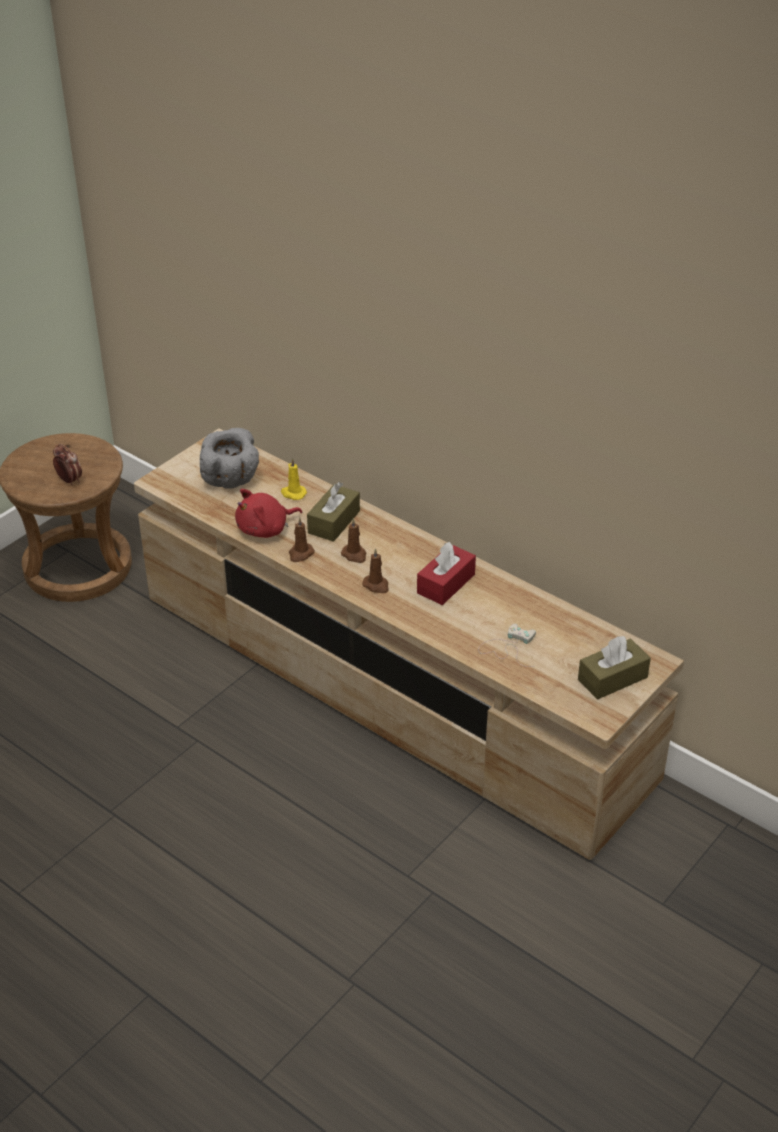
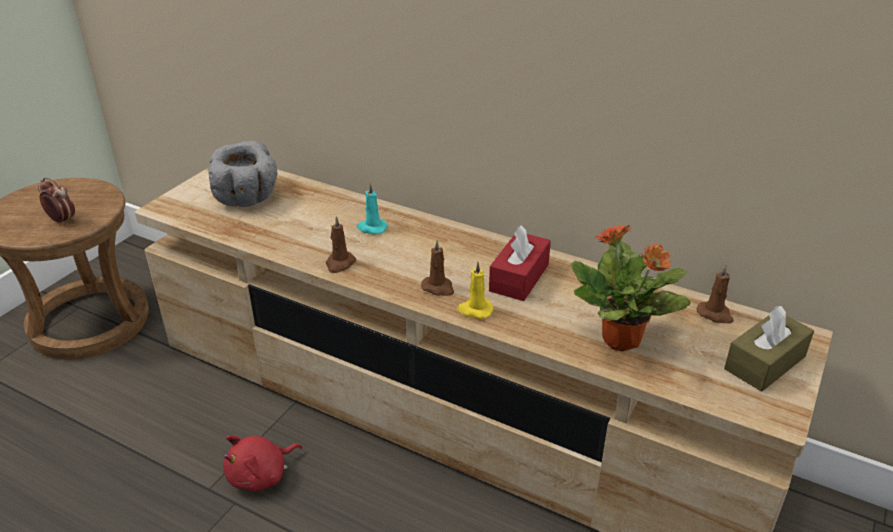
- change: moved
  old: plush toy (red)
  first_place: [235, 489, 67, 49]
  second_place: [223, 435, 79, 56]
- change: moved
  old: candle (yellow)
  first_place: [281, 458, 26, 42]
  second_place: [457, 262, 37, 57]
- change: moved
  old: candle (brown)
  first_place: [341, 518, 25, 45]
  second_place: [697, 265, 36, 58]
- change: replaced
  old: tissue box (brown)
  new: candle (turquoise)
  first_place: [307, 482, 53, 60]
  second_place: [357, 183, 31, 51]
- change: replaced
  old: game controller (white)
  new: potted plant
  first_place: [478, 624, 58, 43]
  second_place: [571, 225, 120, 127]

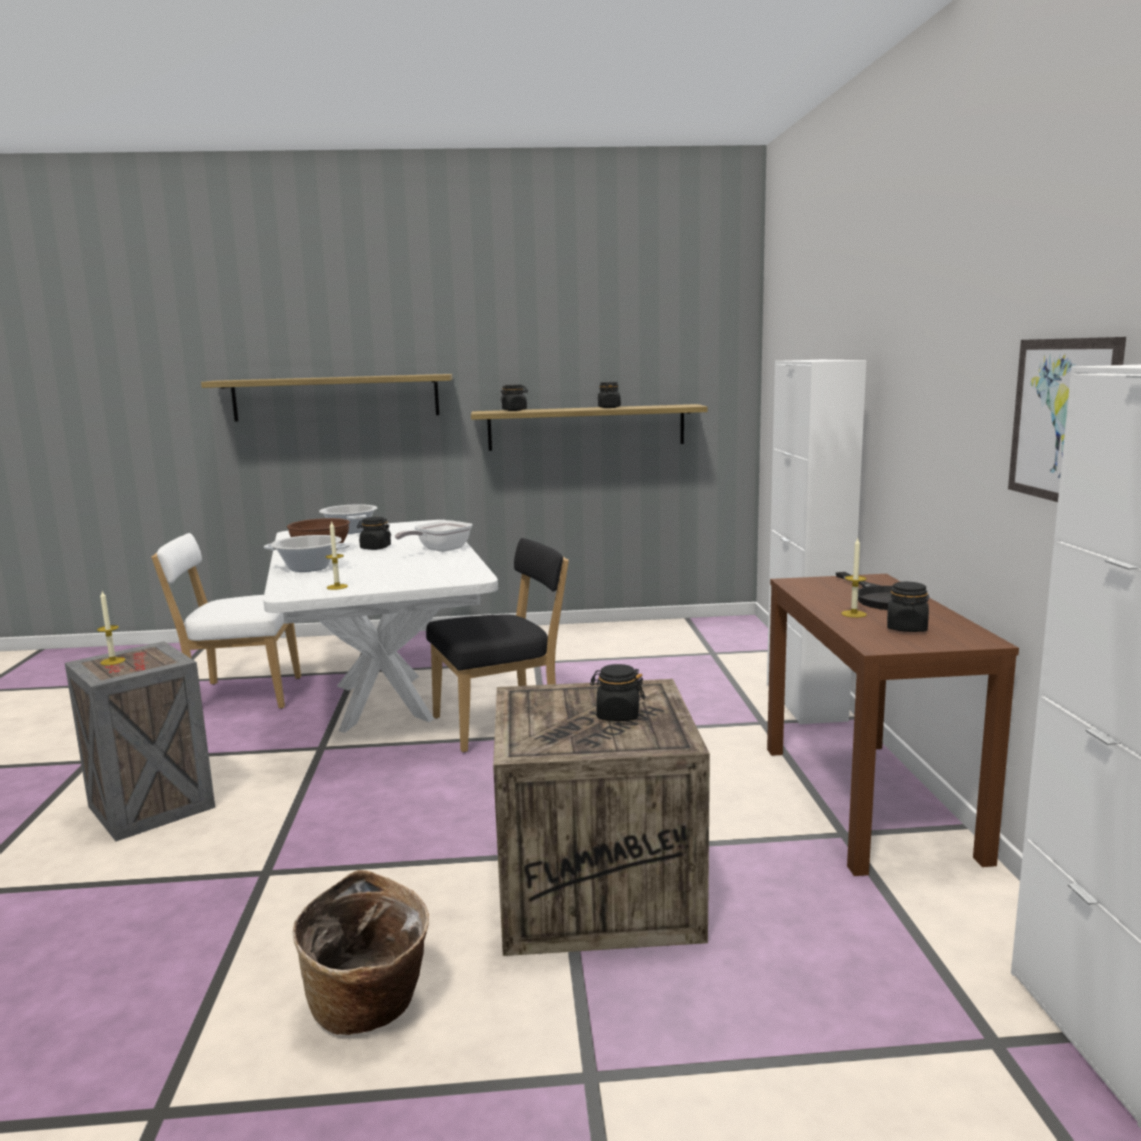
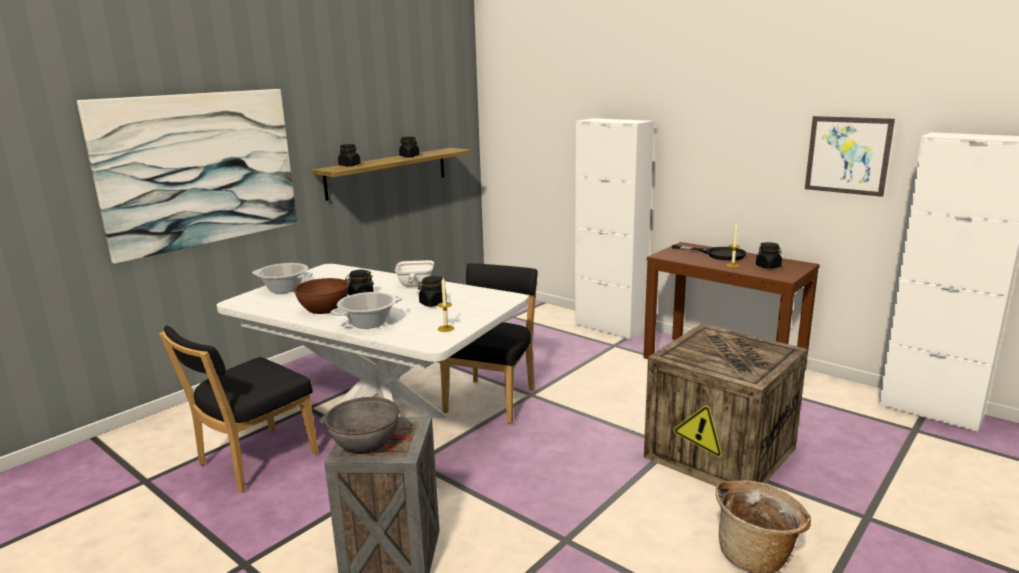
- change: moved
  old: jar (black)
  first_place: [590, 664, 55, 57]
  second_place: [418, 276, 29, 31]
- change: replaced
  old: candle
  new: bowl (grey)
  first_place: [97, 591, 28, 74]
  second_place: [324, 397, 76, 57]
- change: replaced
  old: shelf
  new: picture
  first_place: [201, 374, 251, 48]
  second_place: [77, 89, 220, 175]
- change: recoloured
  old: chair (white)
  new: chair (black)
  first_place: [151, 533, 150, 176]
  second_place: [159, 325, 160, 167]

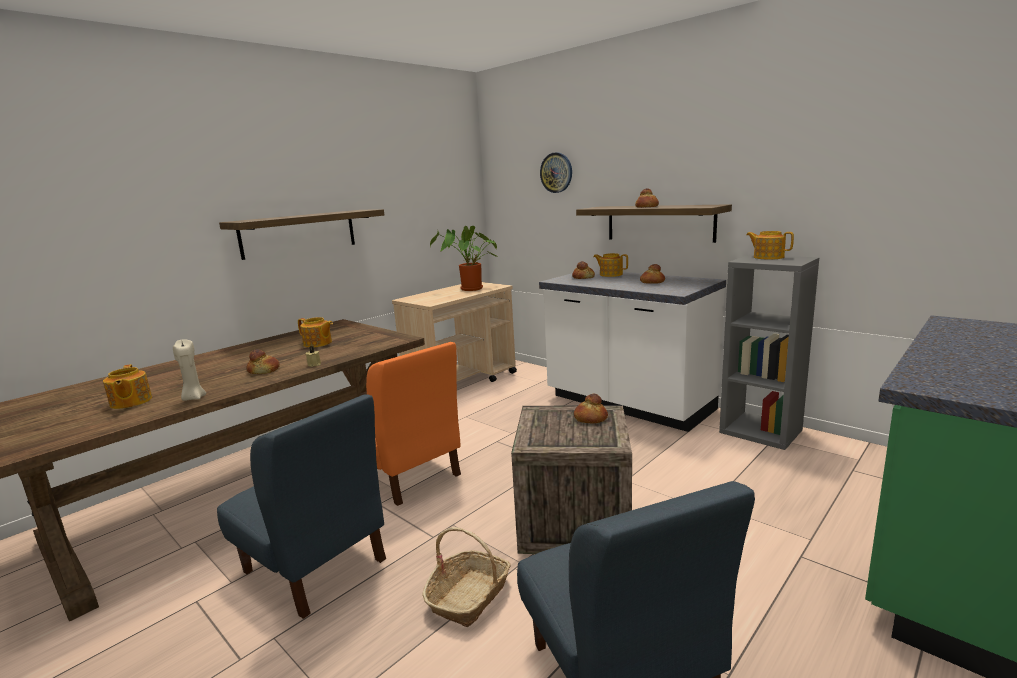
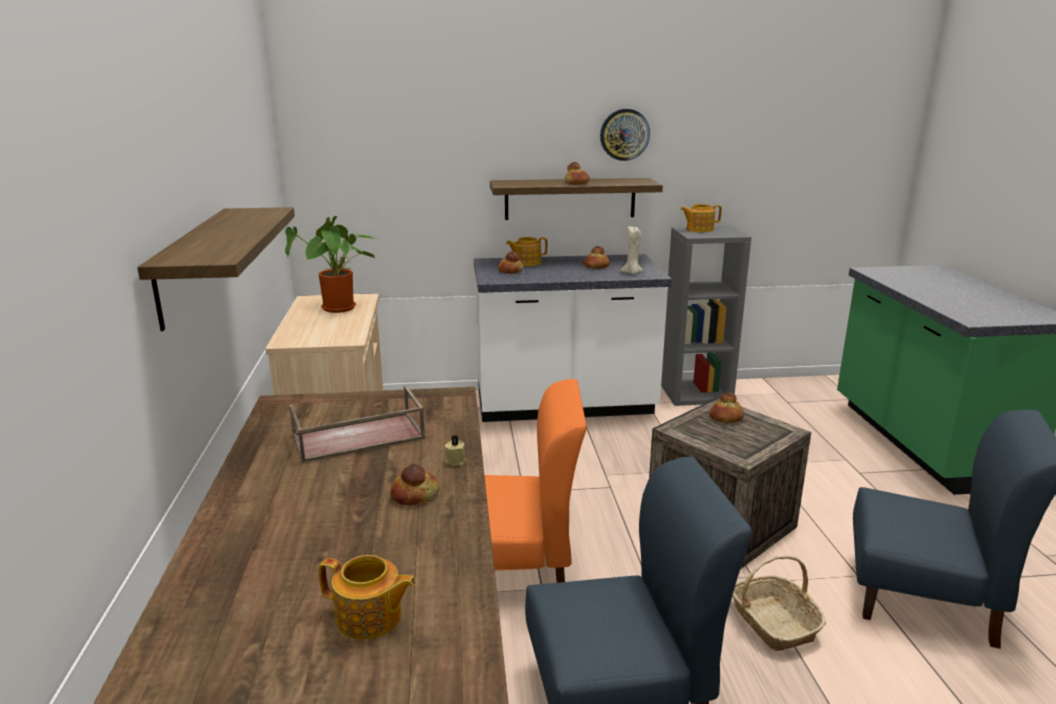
- change: moved
  old: candle (beige)
  first_place: [173, 340, 33, 61]
  second_place: [621, 226, 22, 48]
- change: moved
  old: wall clock
  first_place: [540, 153, 32, 40]
  second_place: [600, 109, 50, 52]
- change: replaced
  old: teapot
  new: tray (brown)
  first_place: [298, 317, 35, 31]
  second_place: [289, 385, 137, 78]

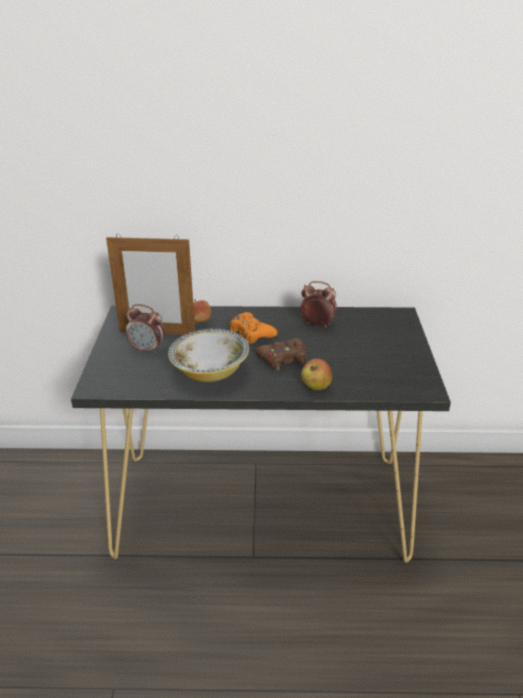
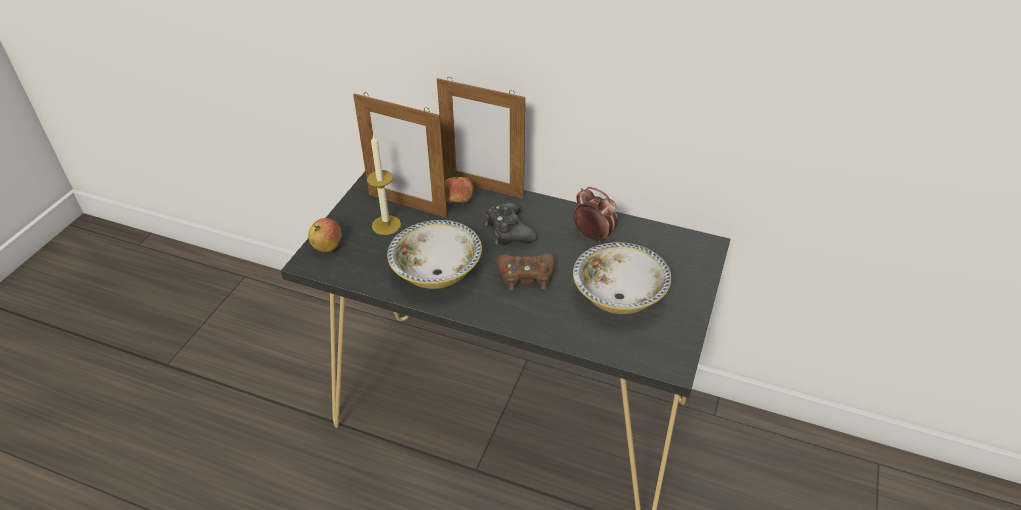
- change: added
  new: picture frame
  second_place: [437, 77, 88, 122]
- change: added
  new: bowl
  second_place: [573, 242, 98, 72]
- change: moved
  old: apple
  first_place: [301, 359, 31, 31]
  second_place: [308, 218, 34, 34]
- change: replaced
  old: alarm clock
  new: candle
  first_place: [125, 304, 40, 50]
  second_place: [367, 134, 34, 101]
- change: recoloured
  old: game controller (orange)
  new: game controller (black)
  first_place: [229, 312, 48, 32]
  second_place: [485, 203, 52, 42]

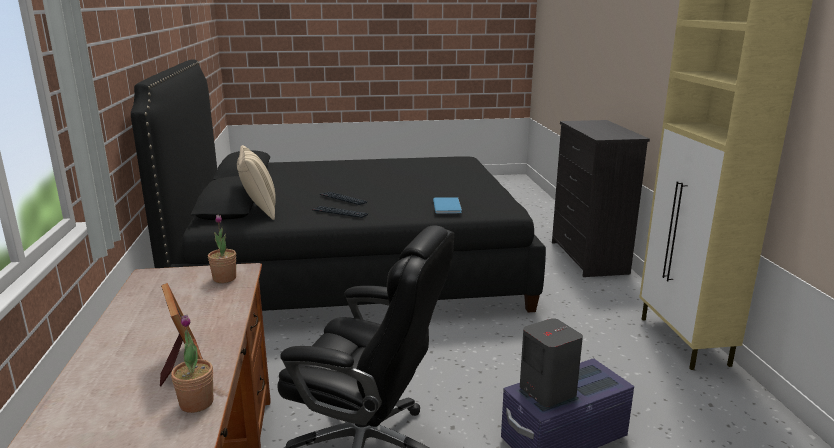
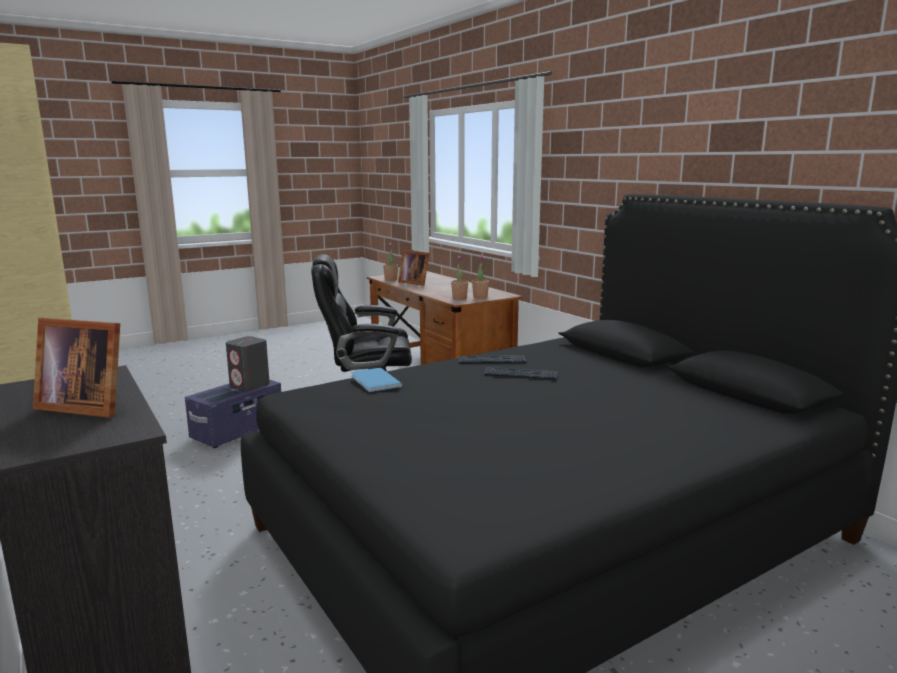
- change: removed
  old: pillow (beige)
  first_place: [237, 145, 39, 75]
- change: added
  new: picture frame
  second_place: [33, 318, 87, 100]
- change: added
  new: potted plant
  second_place: [472, 255, 17, 44]

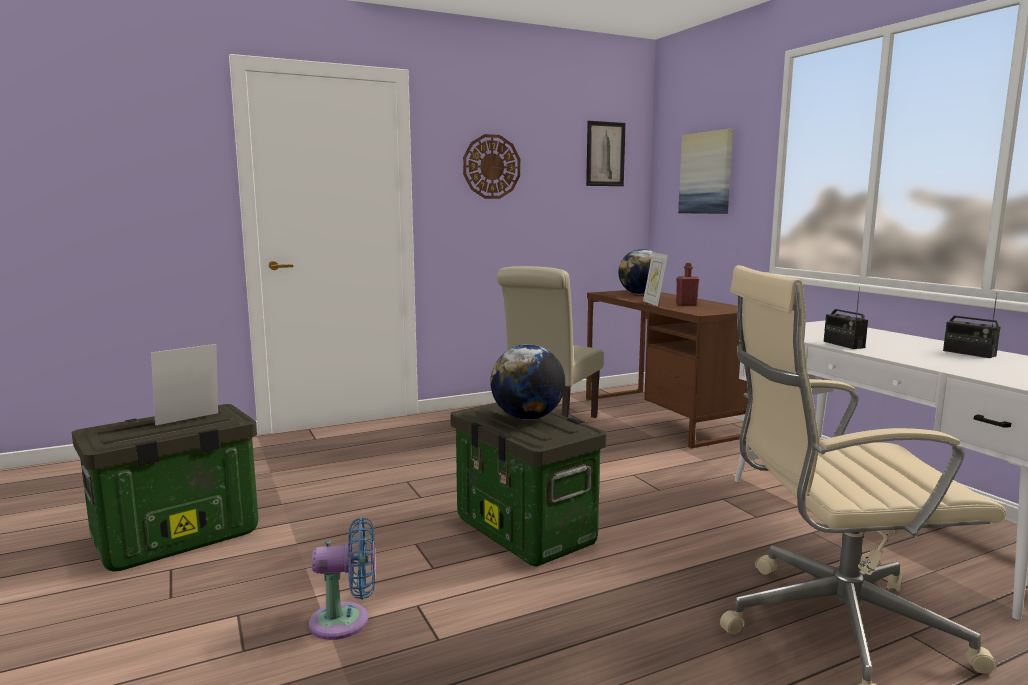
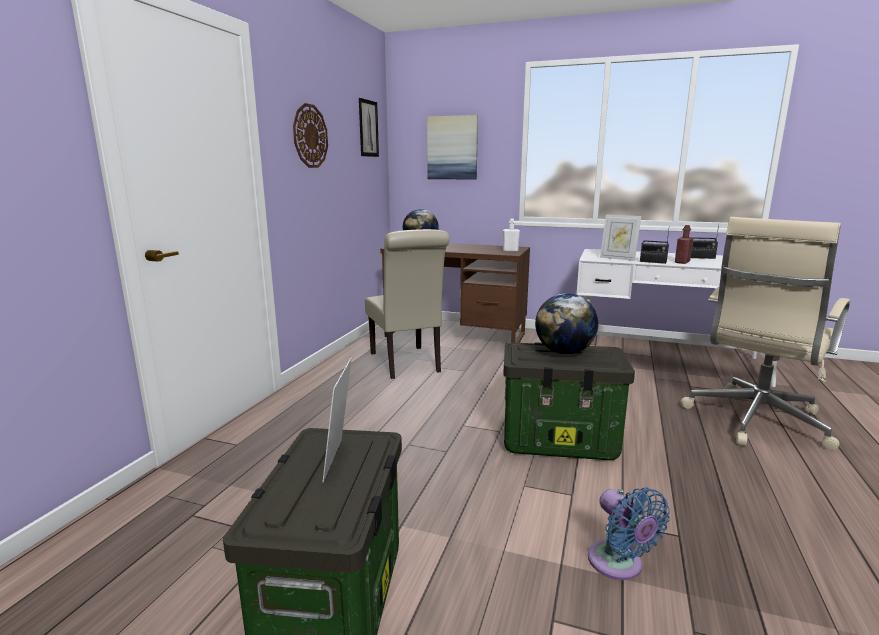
- change: added
  new: bottle (white)
  second_place: [503, 219, 17, 33]
- change: moved
  old: picture frame
  first_place: [643, 252, 25, 54]
  second_place: [600, 214, 41, 47]
- change: moved
  old: bottle (red)
  first_place: [676, 263, 23, 43]
  second_place: [675, 225, 18, 39]
- change: turned
  old: fan (blue)
  first_place: [309, 517, 66, 123]
  second_place: [588, 488, 82, 92]
  degrees: 120

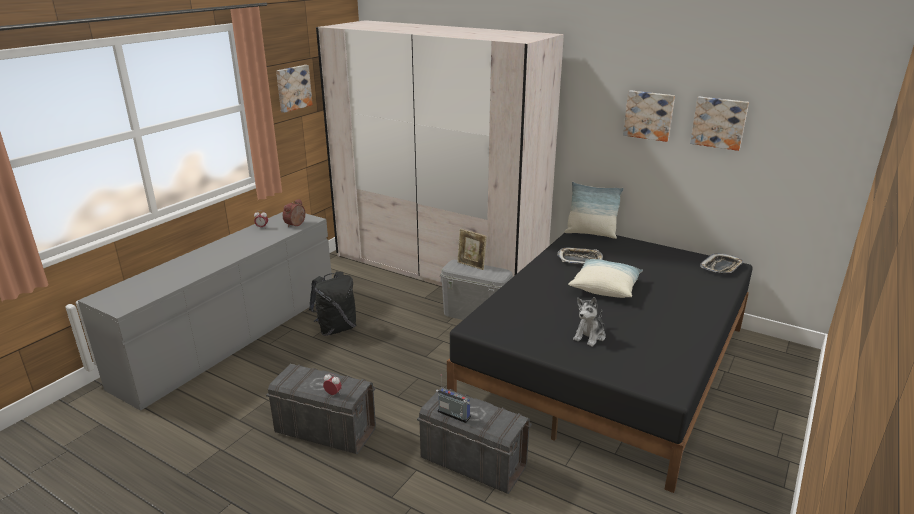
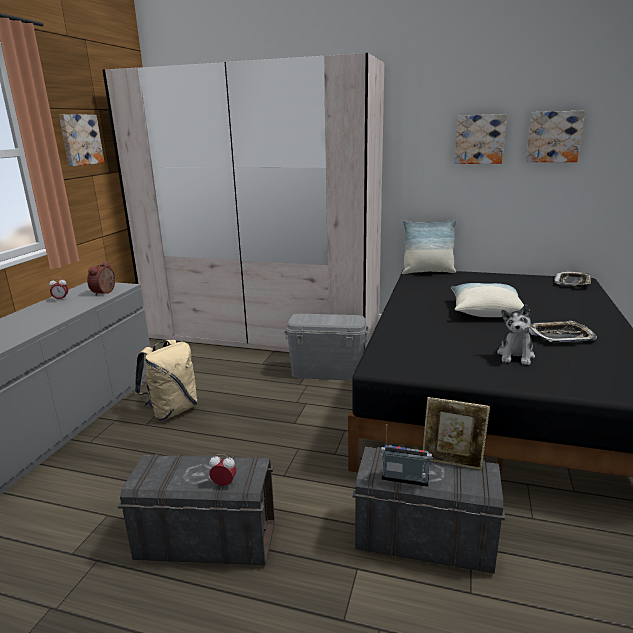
- change: moved
  old: picture frame
  first_place: [457, 229, 30, 41]
  second_place: [423, 397, 67, 73]
- change: moved
  old: tray
  first_place: [557, 247, 46, 17]
  second_place: [529, 321, 68, 21]
- change: recoloured
  old: backpack (black)
  new: backpack (beige)
  first_place: [309, 271, 47, 65]
  second_place: [135, 340, 63, 81]

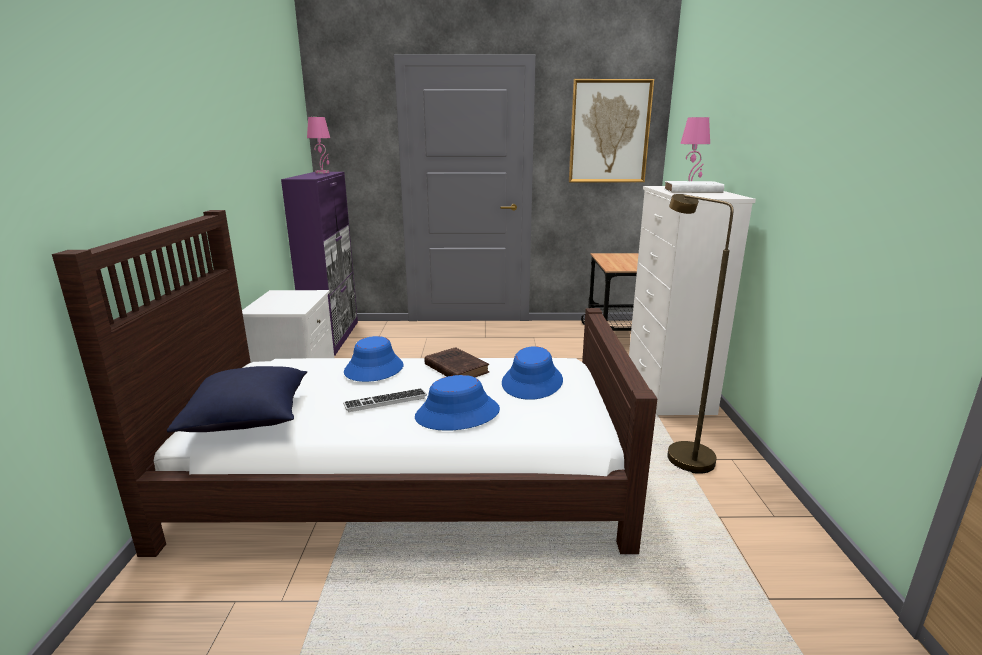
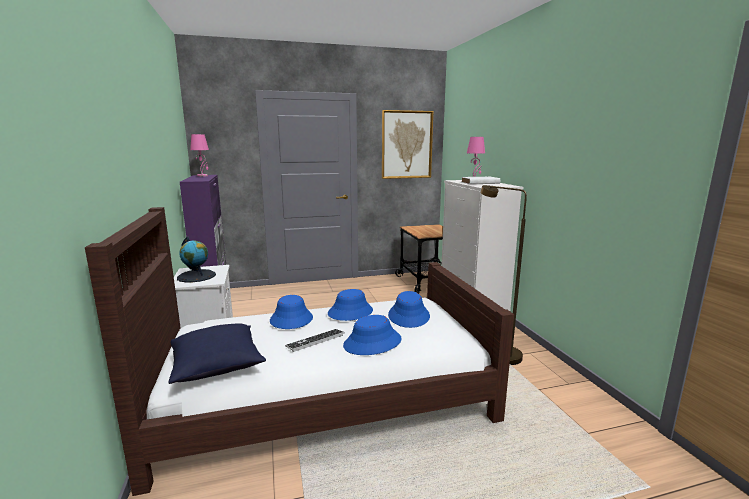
- change: added
  new: globe
  second_place: [177, 237, 39, 45]
- change: replaced
  old: book (brown)
  new: hat (blue)
  first_place: [424, 347, 65, 30]
  second_place: [328, 289, 45, 32]

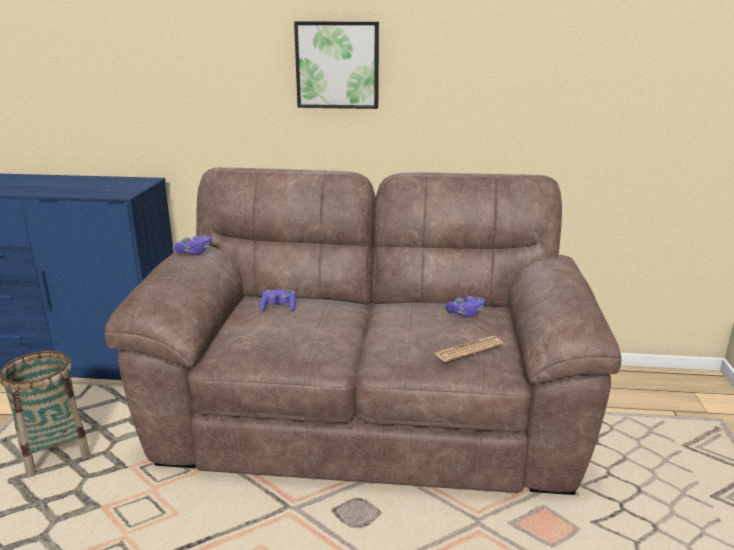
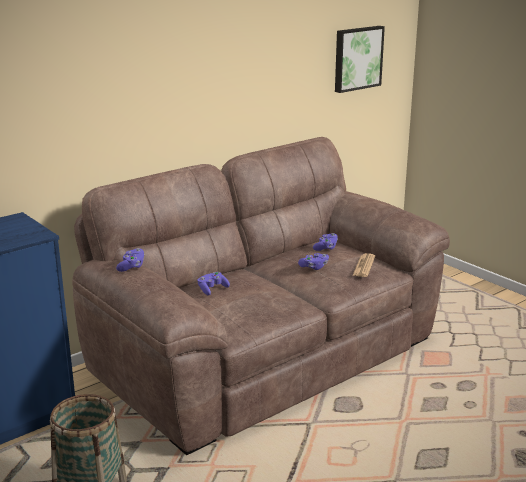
- change: added
  new: game controller (purple)
  second_place: [298, 253, 31, 17]
- change: moved
  old: picture
  first_place: [294, 21, 85, 88]
  second_place: [335, 26, 50, 67]

